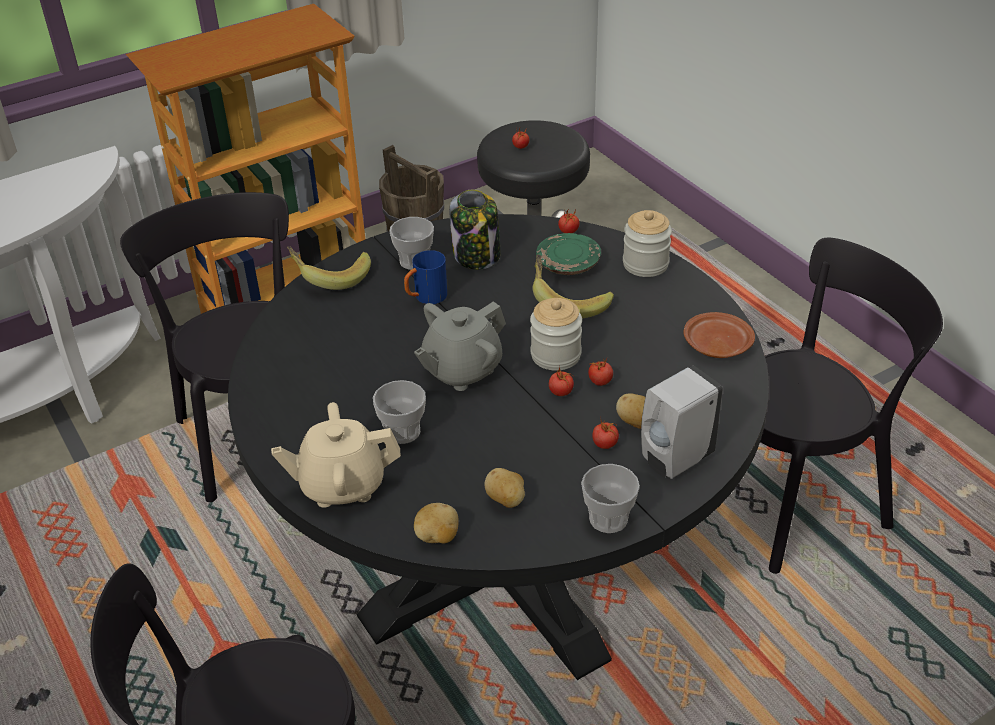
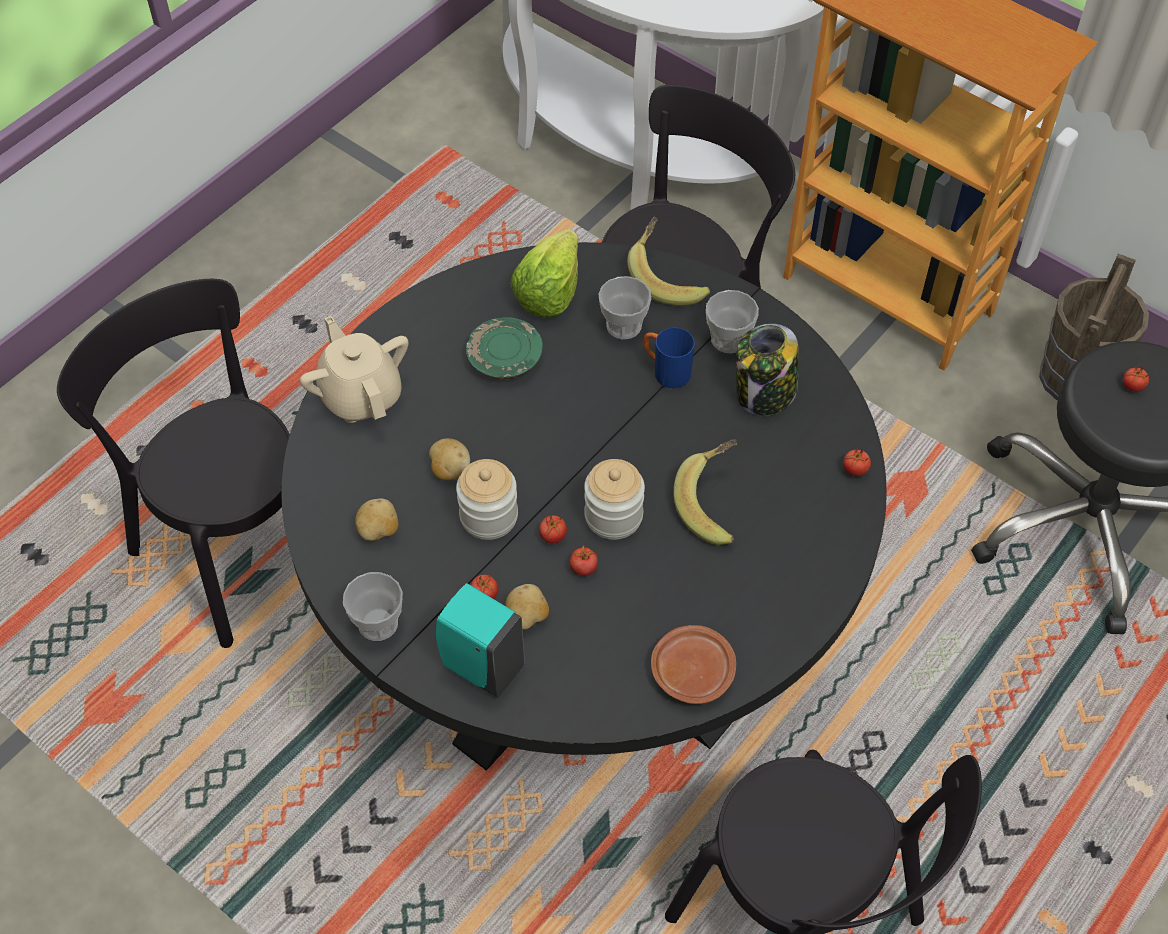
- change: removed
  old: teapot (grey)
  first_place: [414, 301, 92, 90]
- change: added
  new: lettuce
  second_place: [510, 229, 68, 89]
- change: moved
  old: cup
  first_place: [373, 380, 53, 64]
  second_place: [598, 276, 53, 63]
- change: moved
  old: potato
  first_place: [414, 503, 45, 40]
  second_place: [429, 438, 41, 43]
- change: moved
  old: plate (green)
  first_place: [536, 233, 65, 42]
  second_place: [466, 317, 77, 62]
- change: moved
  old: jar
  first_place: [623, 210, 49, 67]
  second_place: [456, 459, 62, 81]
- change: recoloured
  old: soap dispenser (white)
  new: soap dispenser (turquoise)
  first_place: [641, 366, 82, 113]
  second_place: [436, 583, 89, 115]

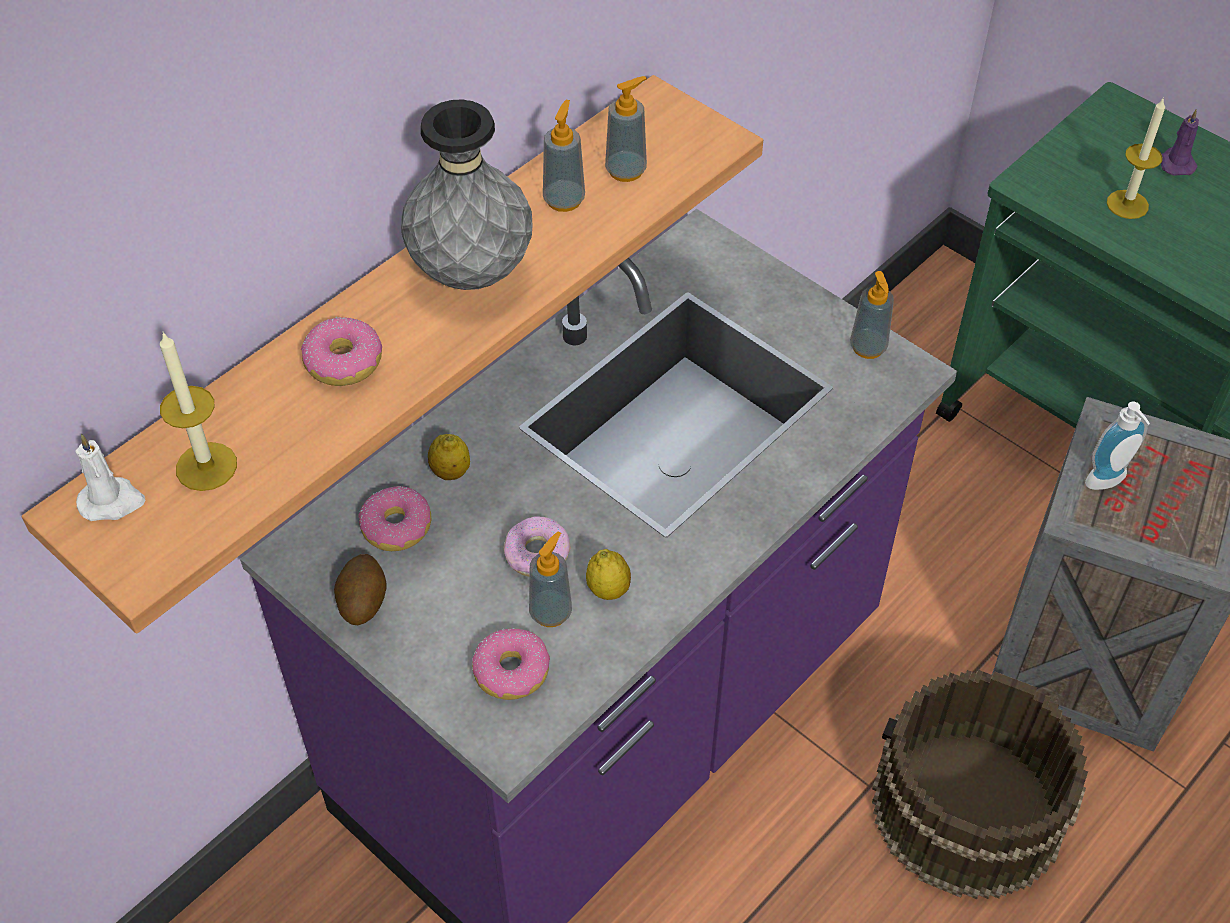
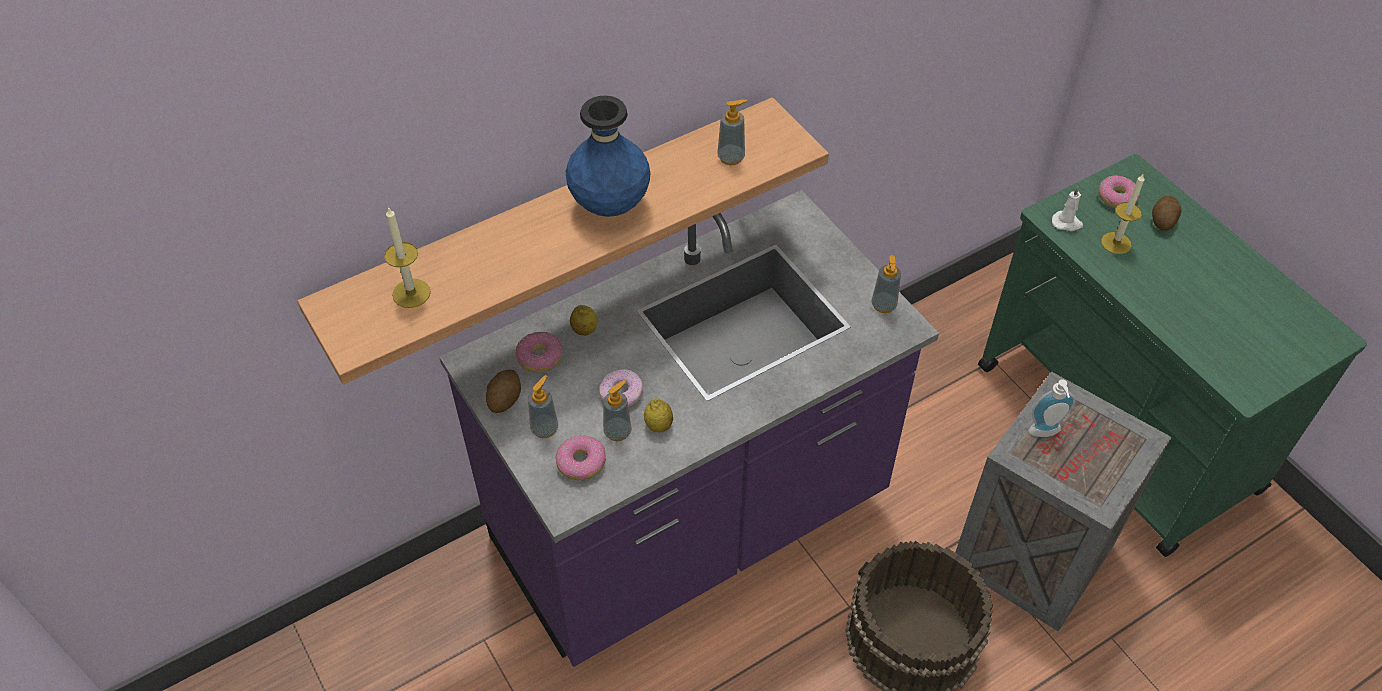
- change: moved
  old: candle (white)
  first_place: [75, 434, 70, 87]
  second_place: [1052, 187, 31, 44]
- change: moved
  old: donut
  first_place: [301, 317, 81, 69]
  second_place: [1098, 175, 42, 33]
- change: moved
  old: soap dispenser
  first_place: [543, 100, 42, 112]
  second_place: [528, 375, 30, 63]
- change: replaced
  old: candle (purple)
  new: potato
  first_place: [1161, 109, 38, 67]
  second_place: [1152, 196, 29, 35]
- change: recoloured
  old: vase (grey)
  new: vase (blue)
  first_place: [401, 100, 132, 190]
  second_place: [566, 95, 84, 122]

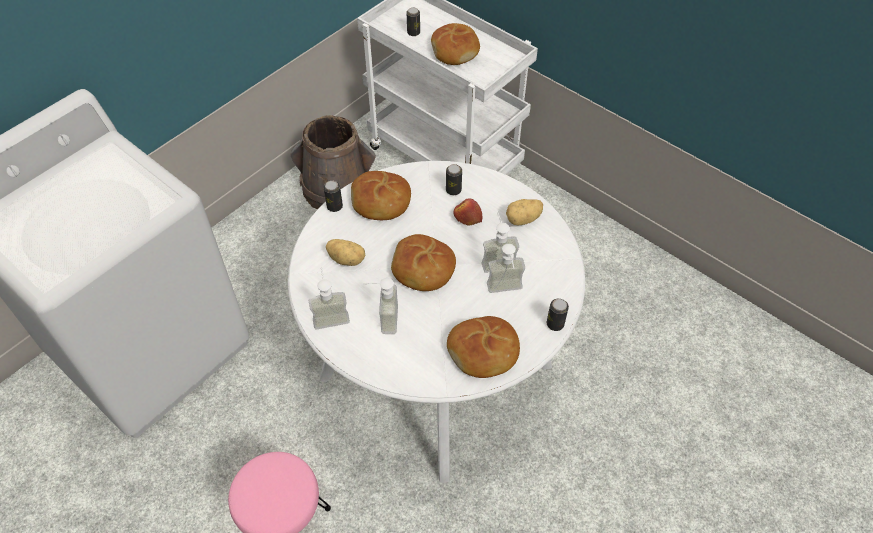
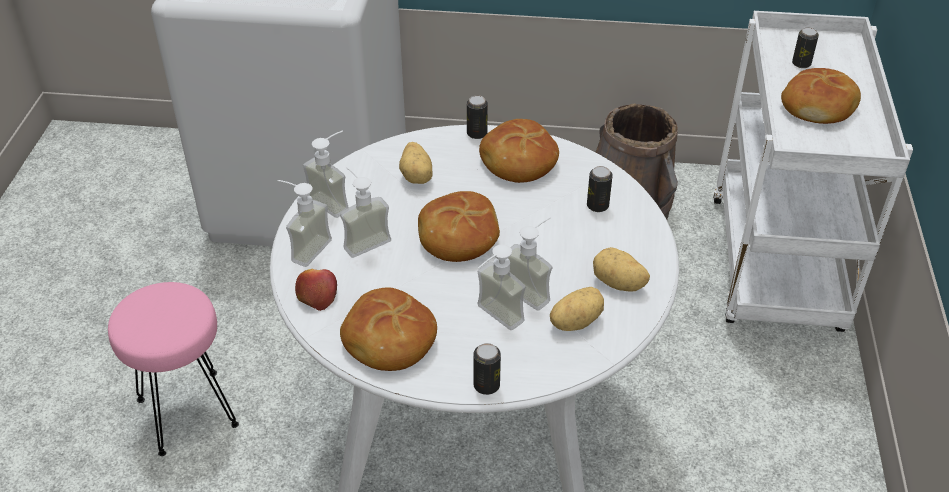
- change: added
  new: soap dispenser
  second_place: [277, 180, 55, 87]
- change: added
  new: potato
  second_place: [550, 287, 54, 44]
- change: moved
  old: apple
  first_place: [453, 198, 30, 28]
  second_place: [295, 269, 42, 42]

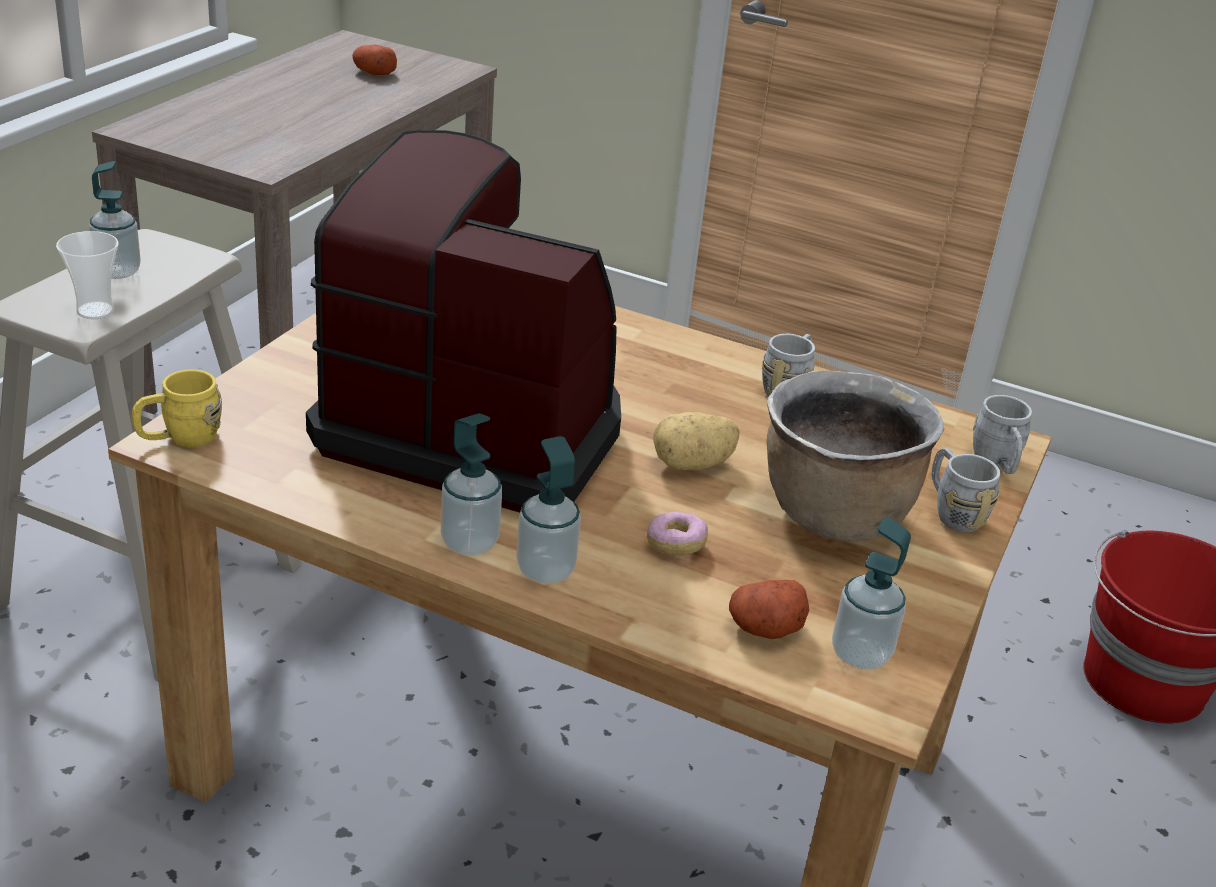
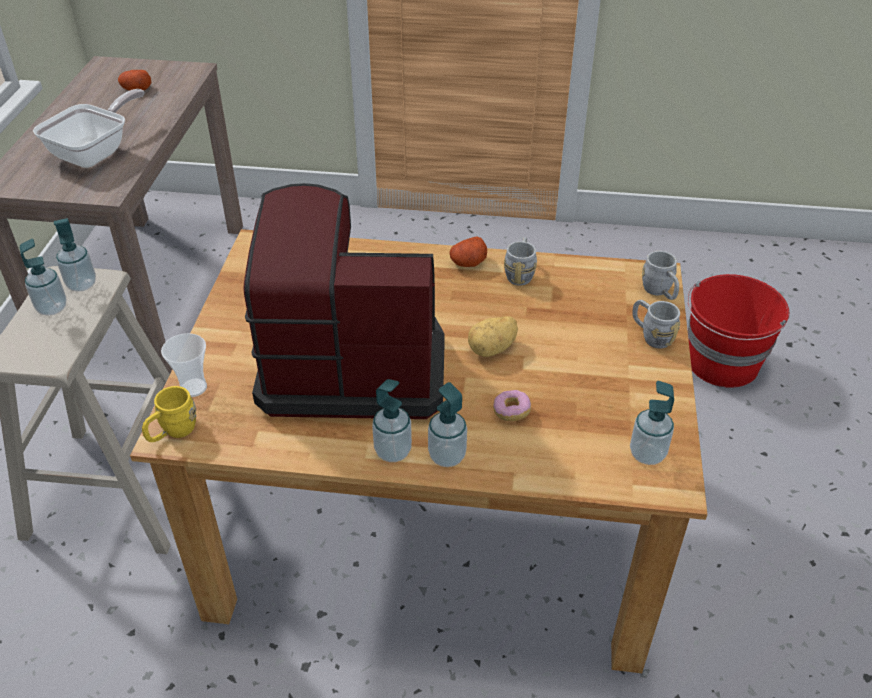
- change: removed
  old: cooking pot (brown)
  first_place: [767, 371, 177, 171]
- change: added
  new: frying pan
  second_place: [33, 89, 111, 79]
- change: added
  new: soap dispenser
  second_place: [54, 218, 42, 74]
- change: moved
  old: cup
  first_place: [56, 231, 63, 88]
  second_place: [161, 333, 46, 64]
- change: moved
  old: potato
  first_place: [729, 580, 80, 59]
  second_place: [450, 236, 37, 31]

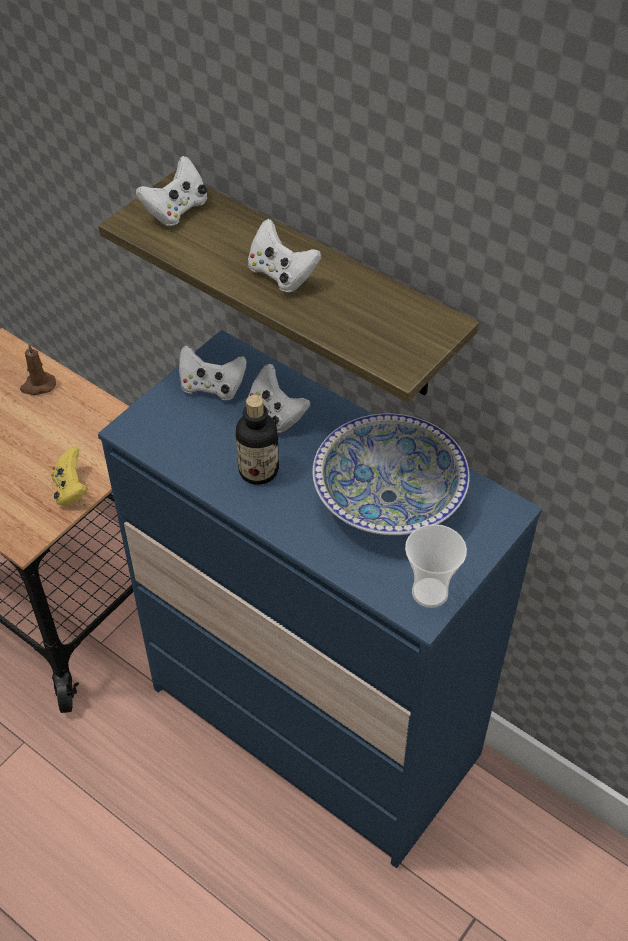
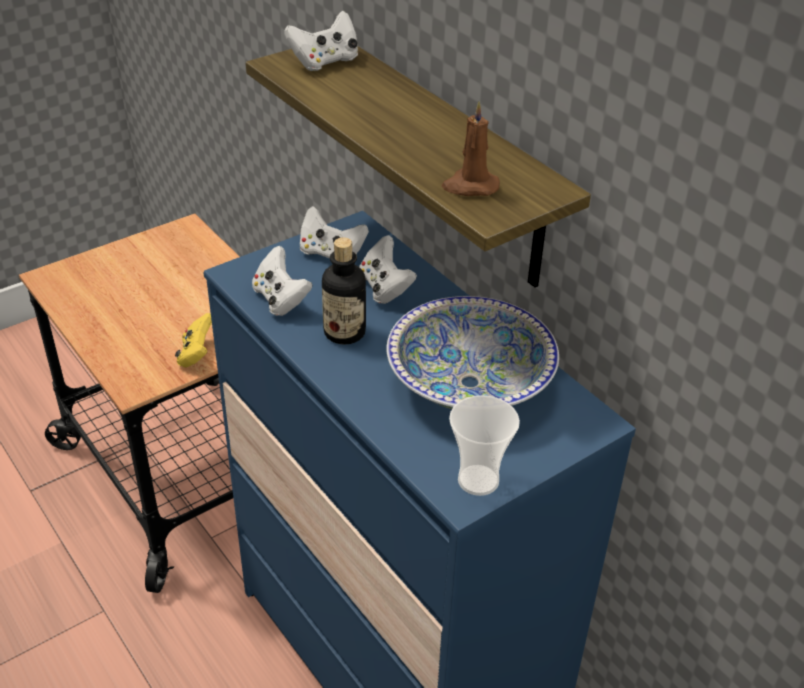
- change: moved
  old: candle (brown)
  first_place: [20, 343, 36, 52]
  second_place: [442, 101, 58, 95]
- change: moved
  old: game controller (white)
  first_place: [248, 219, 73, 74]
  second_place: [252, 246, 60, 70]

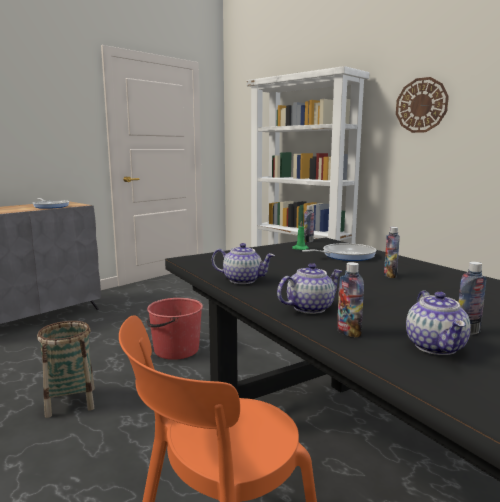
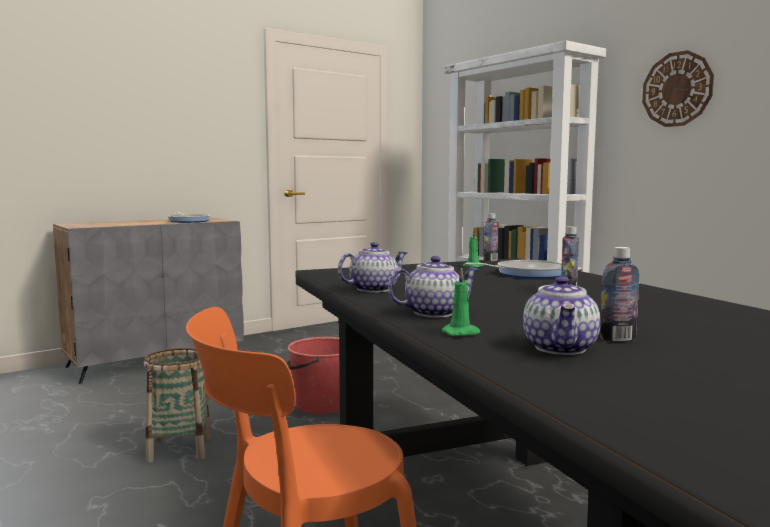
- change: replaced
  old: bottle
  new: candle (green)
  first_place: [337, 262, 27, 76]
  second_place: [442, 268, 38, 68]
- change: turned
  old: teapot
  first_place: [212, 243, 63, 41]
  second_place: [338, 242, 69, 51]
  degrees: -60

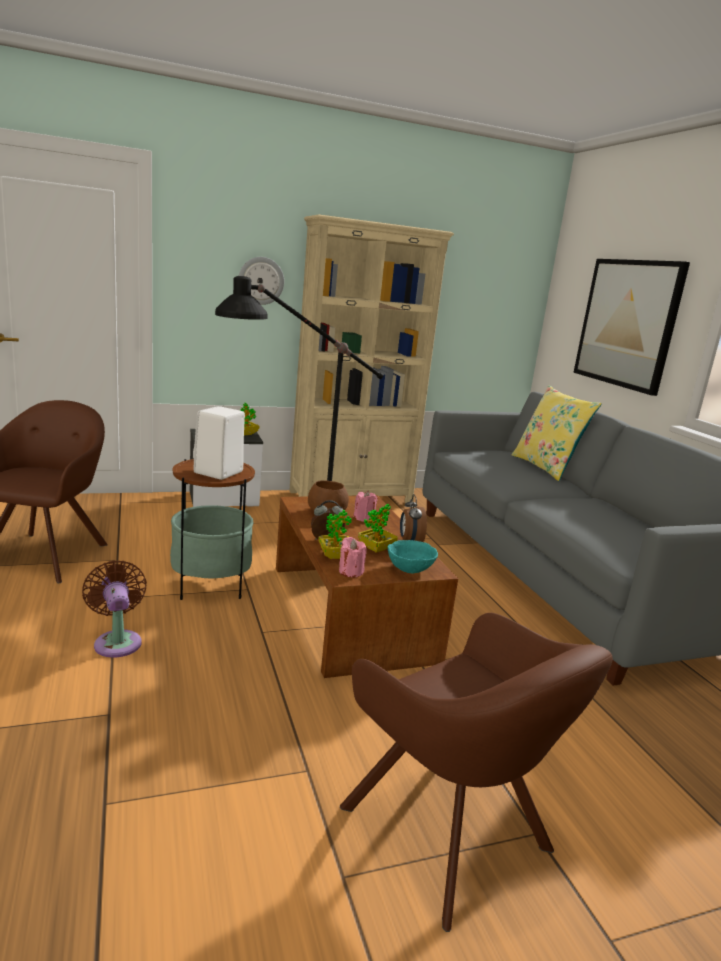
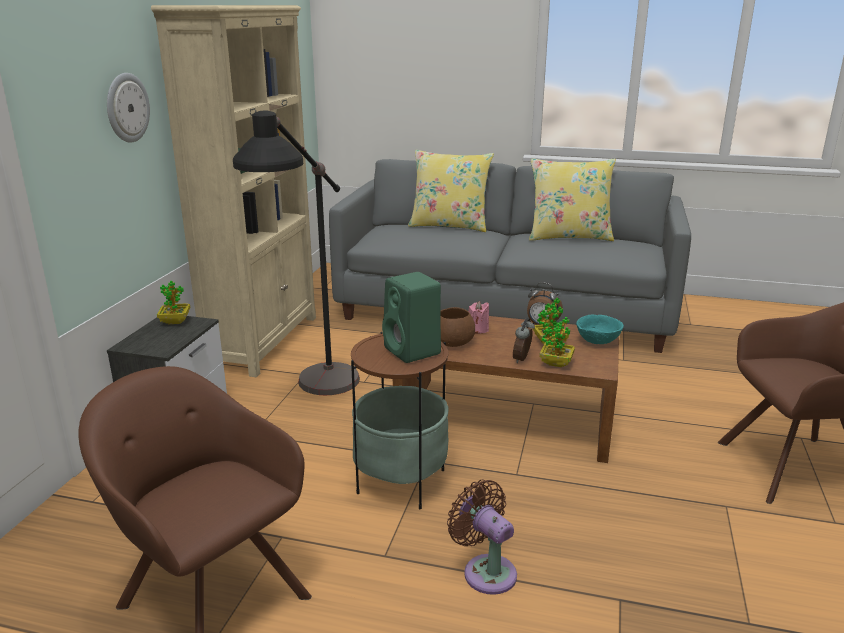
- change: removed
  old: candle (pink)
  first_place: [339, 537, 28, 40]
- change: removed
  old: picture
  first_place: [573, 259, 117, 137]
- change: added
  new: pillow (yellow)
  second_place: [529, 158, 87, 83]
- change: recoloured
  old: speaker (white)
  new: speaker (green)
  first_place: [193, 406, 52, 74]
  second_place: [382, 272, 59, 91]
- change: turned
  old: fan (brown)
  first_place: [82, 560, 65, 98]
  second_place: [447, 479, 70, 116]
  degrees: 45

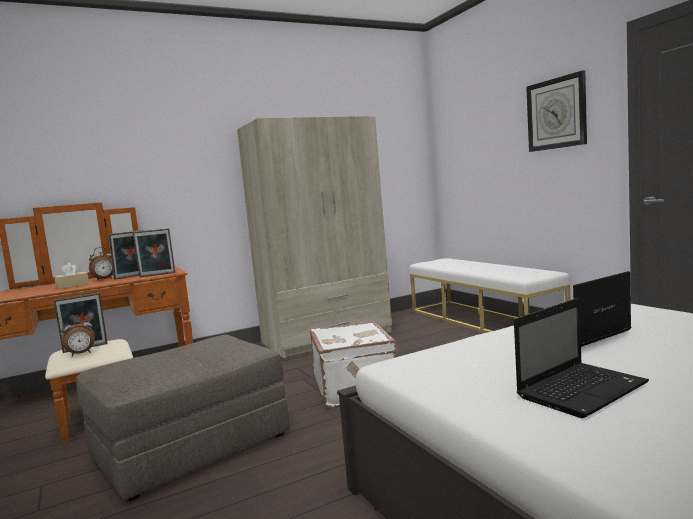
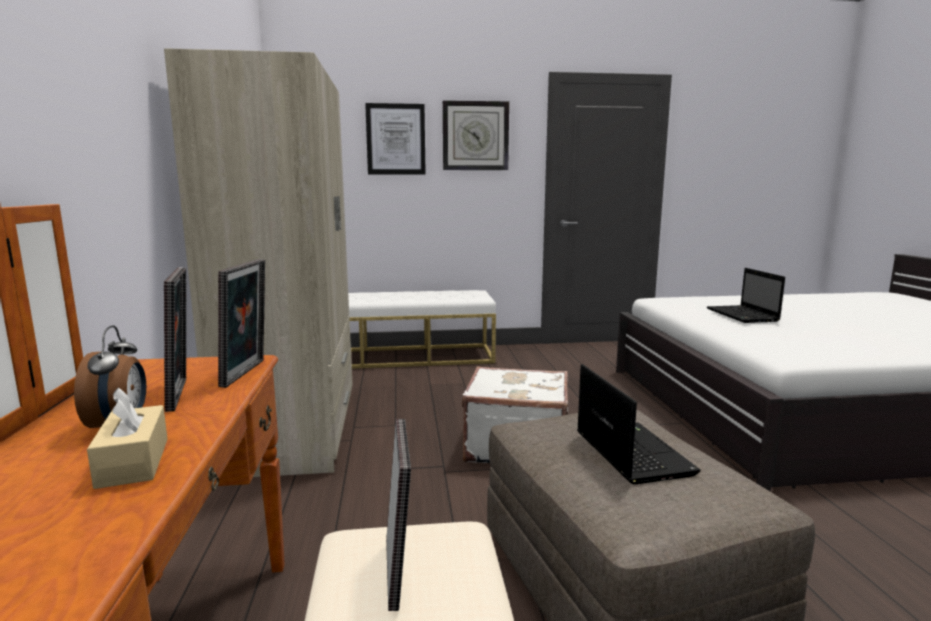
- change: removed
  old: alarm clock
  first_place: [61, 315, 34, 41]
- change: added
  new: picture
  second_place: [365, 103, 61, 72]
- change: moved
  old: laptop
  first_place: [514, 298, 135, 120]
  second_place: [577, 364, 124, 120]

